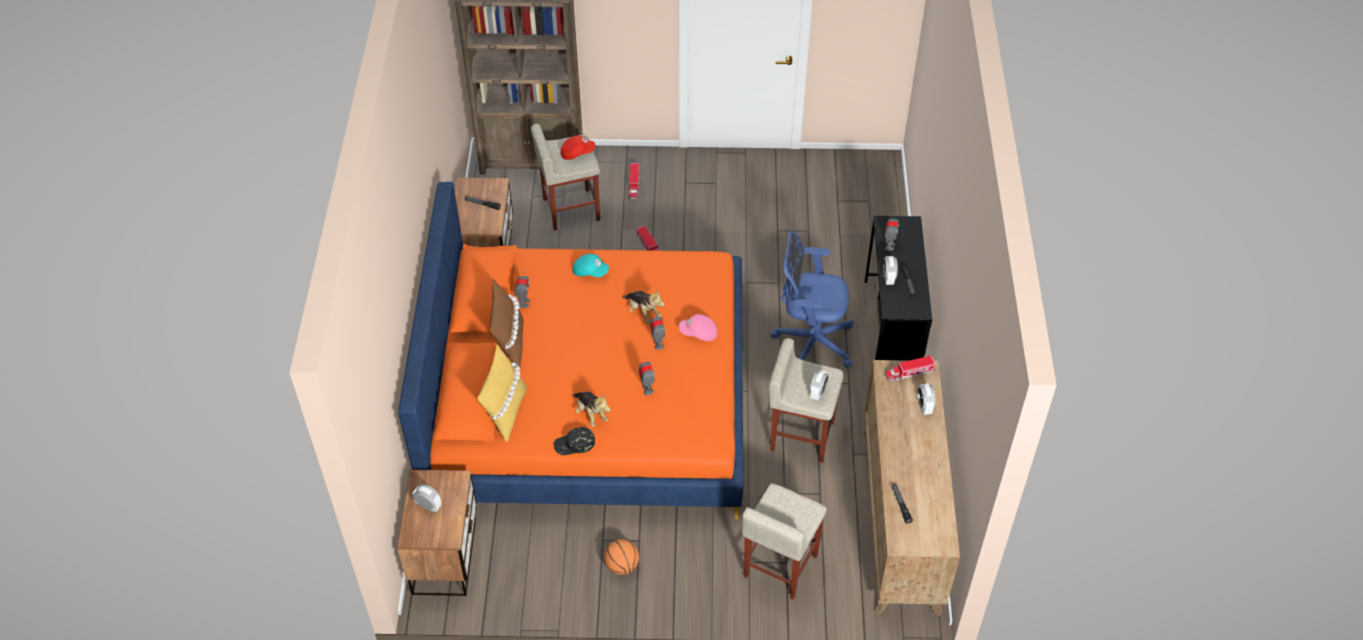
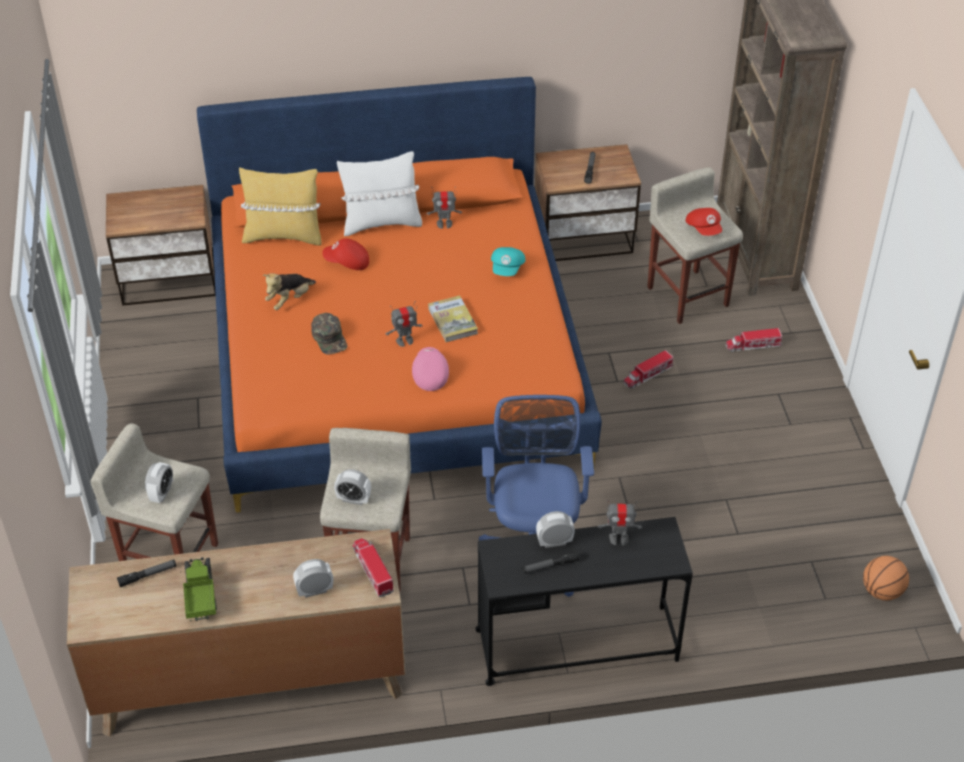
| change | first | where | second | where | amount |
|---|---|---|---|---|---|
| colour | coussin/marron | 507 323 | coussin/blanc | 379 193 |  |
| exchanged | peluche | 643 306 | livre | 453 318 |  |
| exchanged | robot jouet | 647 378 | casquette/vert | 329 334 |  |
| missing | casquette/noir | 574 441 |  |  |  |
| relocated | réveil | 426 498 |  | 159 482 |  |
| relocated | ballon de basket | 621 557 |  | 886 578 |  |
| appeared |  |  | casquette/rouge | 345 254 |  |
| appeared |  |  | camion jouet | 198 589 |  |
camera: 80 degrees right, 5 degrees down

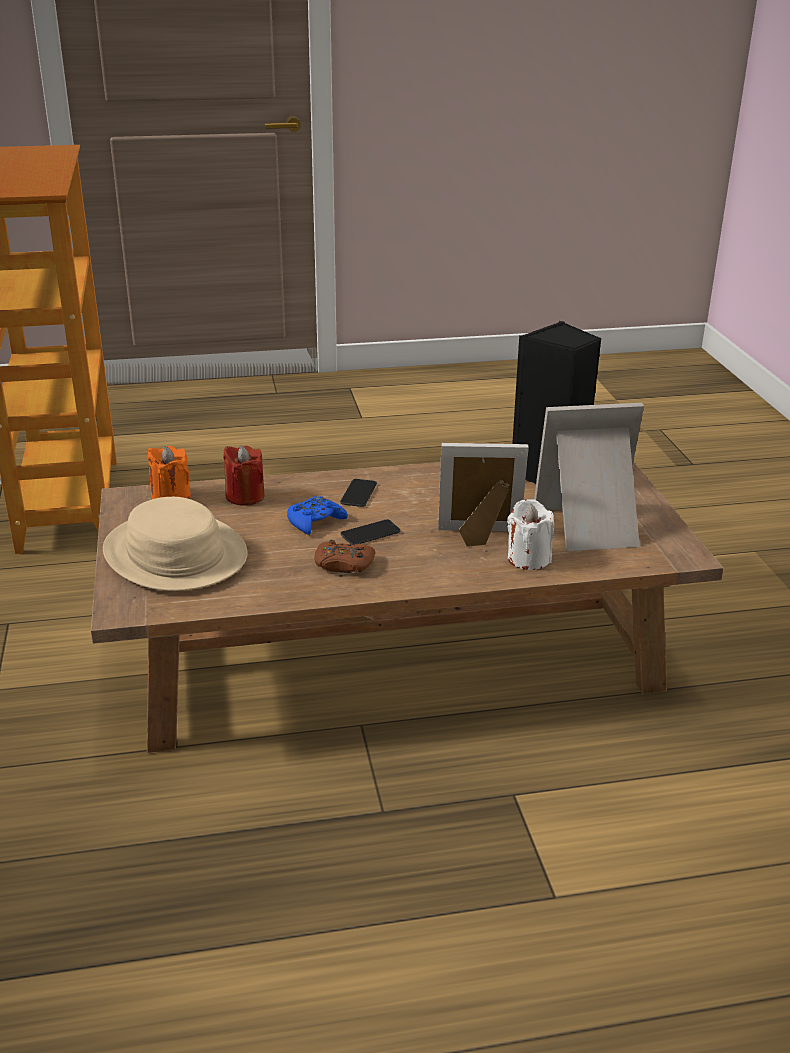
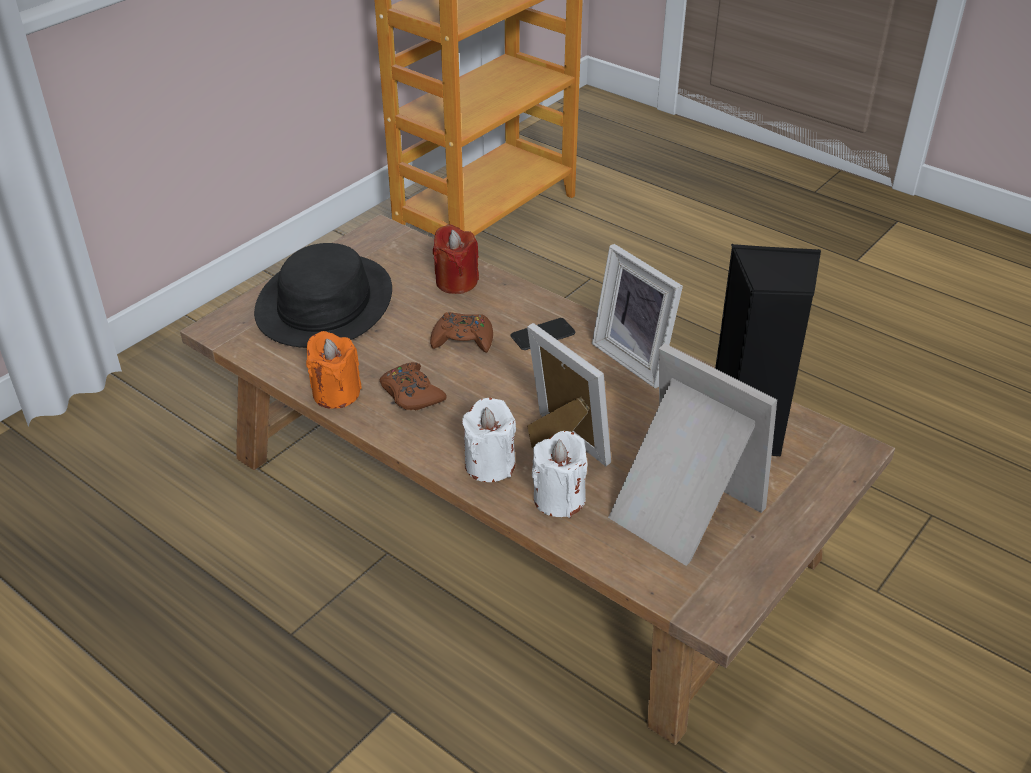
| change | first | where | second | where | amount |
|---|---|---|---|---|---|
| relocated | bougie/orange | 169 472 |  | 334 370 |  |
| colour | manette/bleu | 317 515 | manette/marron | 461 332 |  |
| colour | chapeau/beige | 175 544 | chapeau/noir | 323 295 |  |
| missing | téléphone | 370 532 |  |  |  |
| appeared |  |  | cadre photo | 637 316 |  |
| appeared |  |  | bougie/blanc | 489 440 |  |
camera: 50 degrees right, 10 degrees up

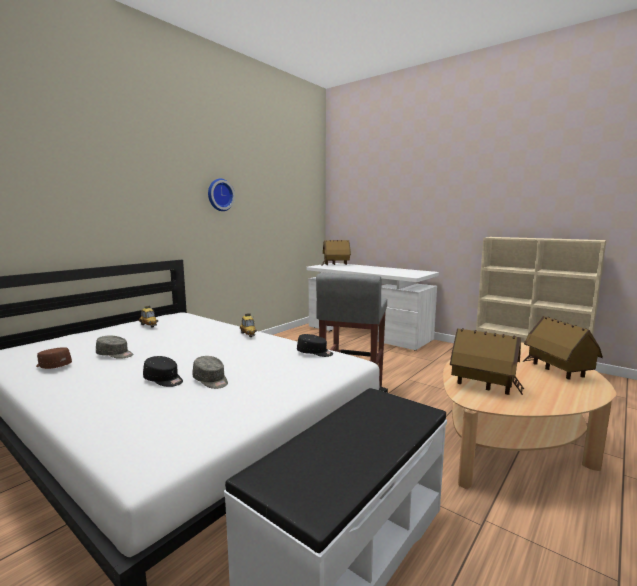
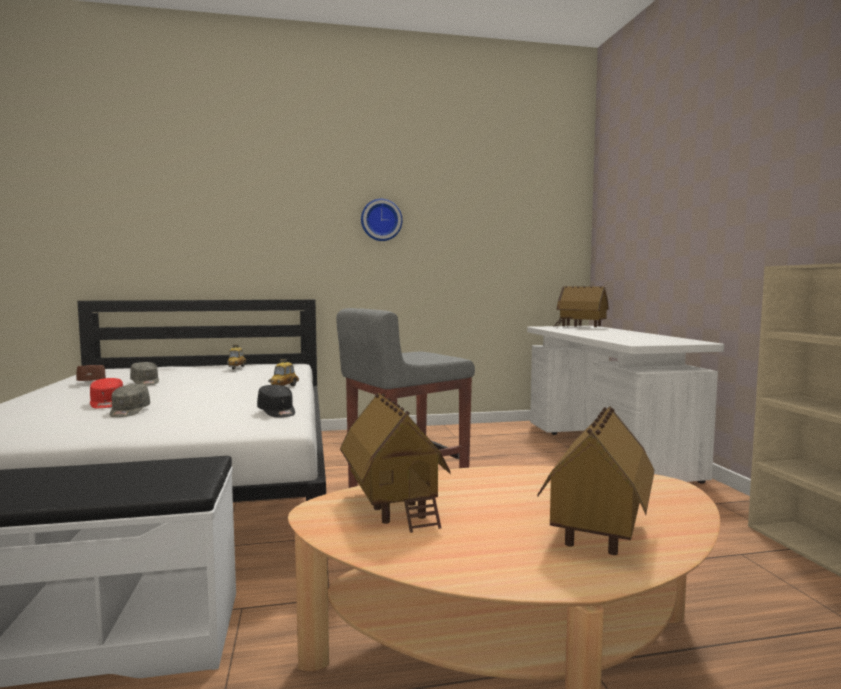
| change | first | where | second | where | amount |
|---|---|---|---|---|---|
| colour | casquette/noir | 163 371 | casquette/rouge | 106 393 |  |
camera: 40 degrees right, 5 degrees down

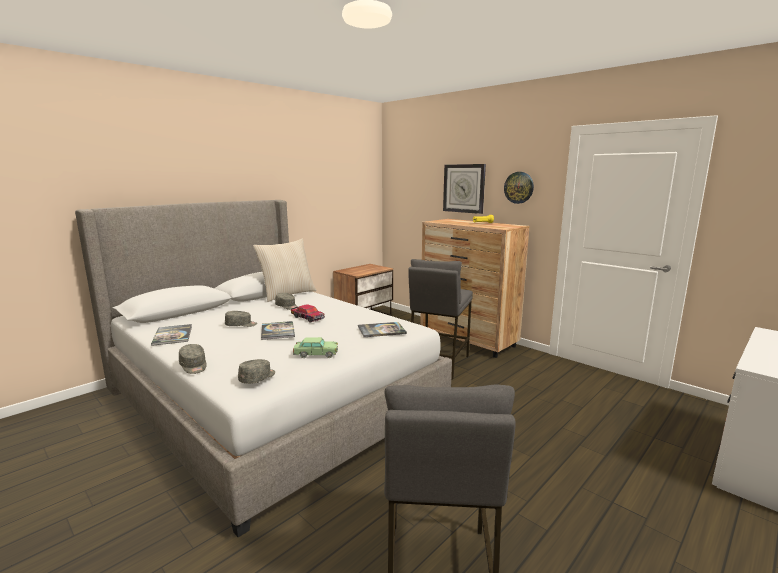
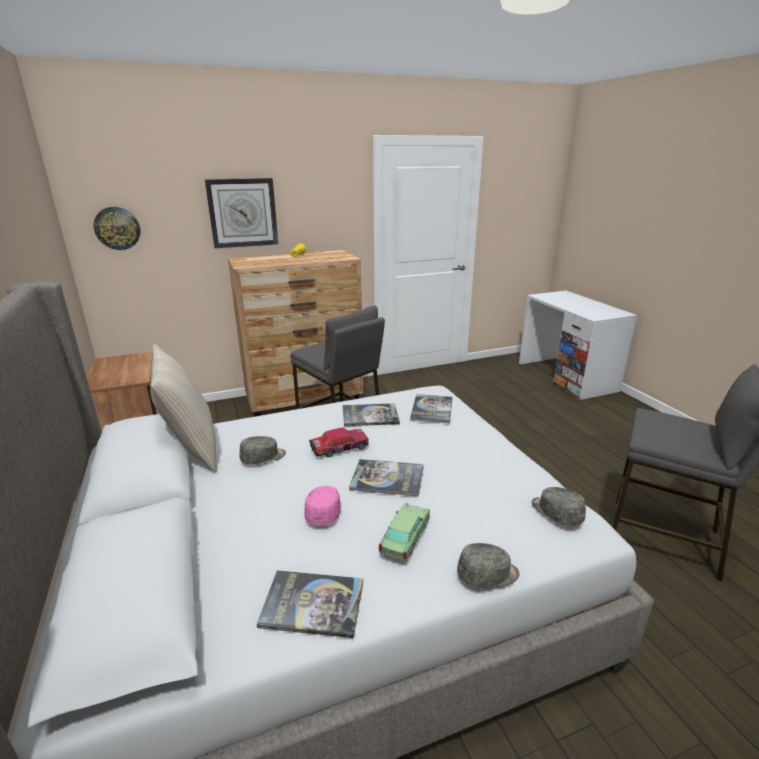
| change | first | where | second | where | amount |
|---|---|---|---|---|---|
| relocated | horloge murale | 519 188 |  | 116 228 |  |
| colour | casquette/gris | 241 319 | casquette/rose | 323 506 |  |
| relocated | petite voiture | 315 347 |  | 404 531 |  |
| appeared |  |  | livre | 371 414 |  |
camera: 65 degrees left, 10 degrees up

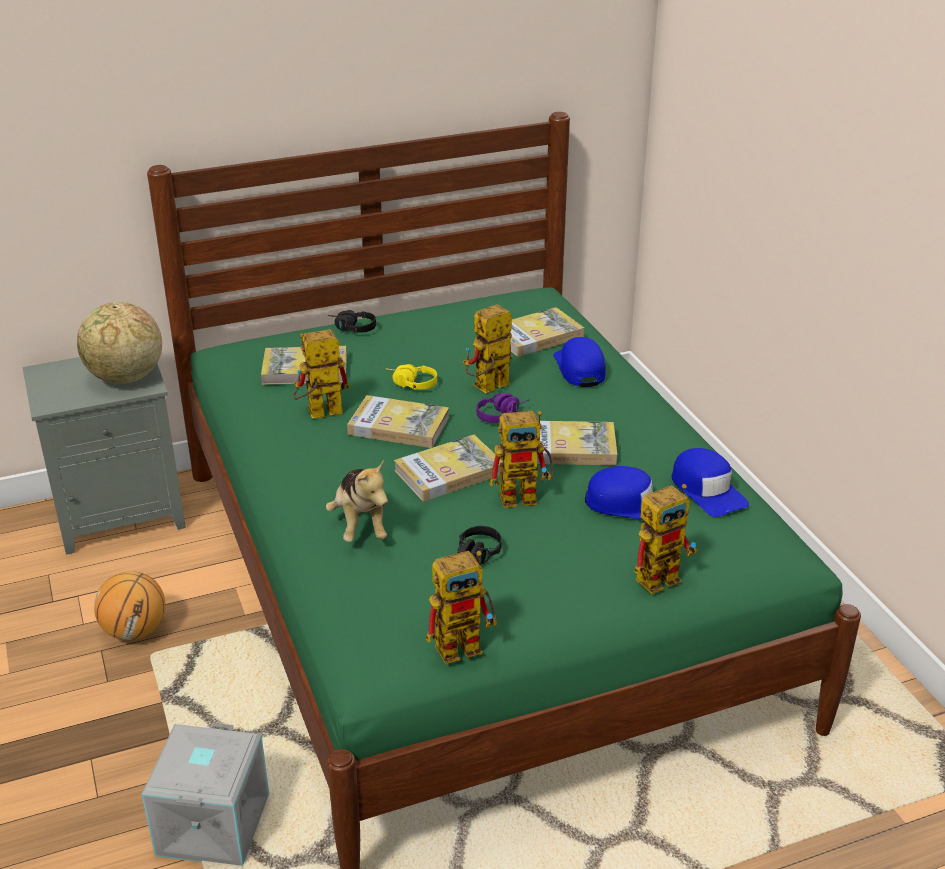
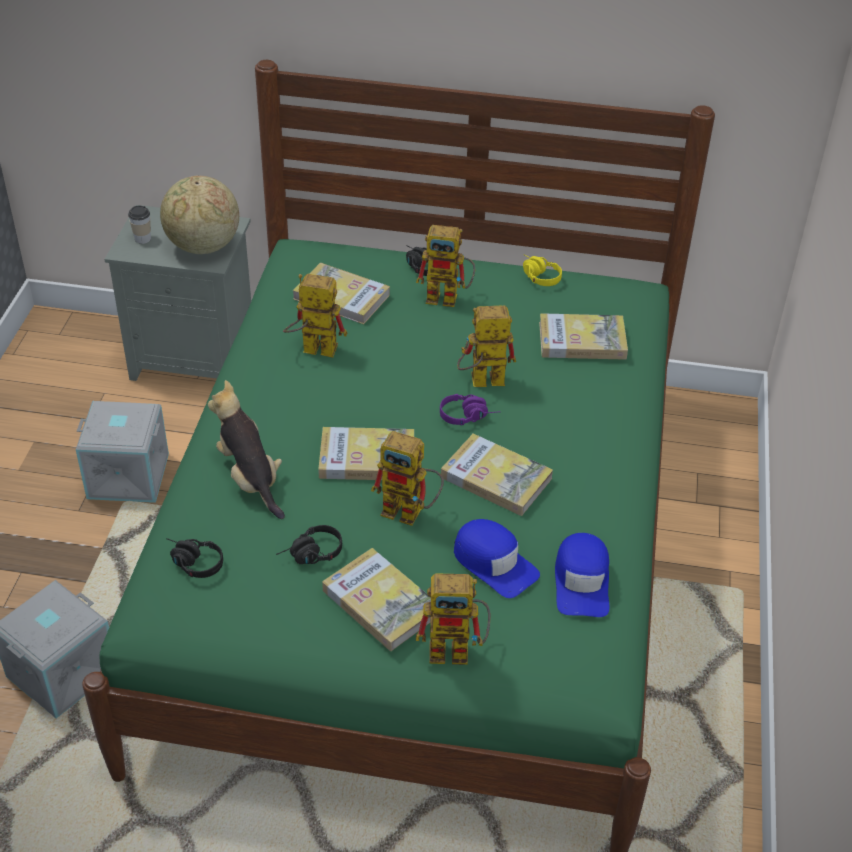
| change | first | where | second | where | amount |
|---|---|---|---|---|---|
| missing | casquette/bleu | 579 362 |  |  |  |
| relocated | casque audio/jaune | 412 377 |  | 542 270 |  |
| relocated | livre | 398 421 |  | 376 599 |  |
| spun | peluche | 357 501 |  | 246 449 | 135 degrees clockwise |
| relocated | robot jouet | 461 607 |  | 445 266 |  |
| exchanged | ballon de basket | 129 605 | boîte de rangement/gris | 122 452 |  |
| appeared |  |  | tasse | 139 225 |  |
| appeared |  |  | casque audio/noir | 194 558 |  |
camera: 30 degrees right, 10 degrees up

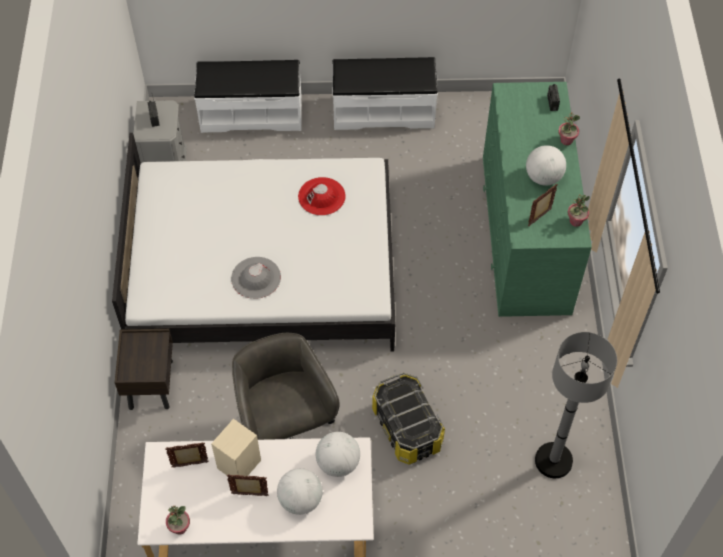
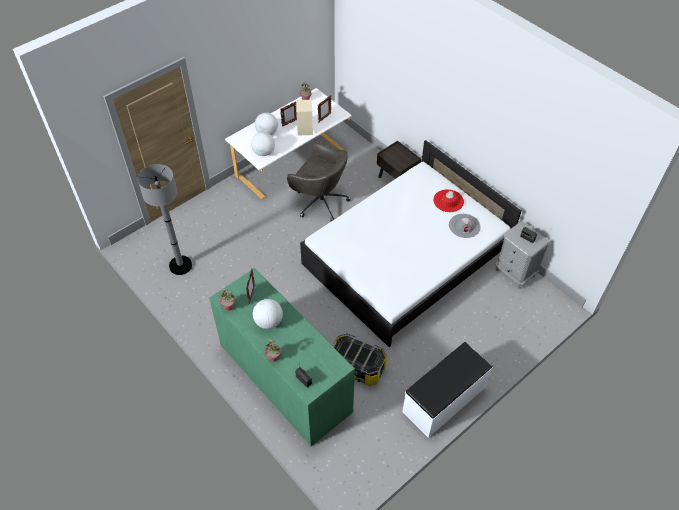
| change | first | where | second | where | amount |
|---|---|---|---|---|---|
| missing | banc/blanc | 248 96 |  |  |  |
| relocated | chapeau/rouge | 322 196 |  | 448 200 |  |
| relocated | chapeau/gris | 256 278 |  | 465 226 |  |
| relocated | boîte de rangement | 408 418 |  | 359 359 |  |
camera: 140 degrees right, 5 degrees down

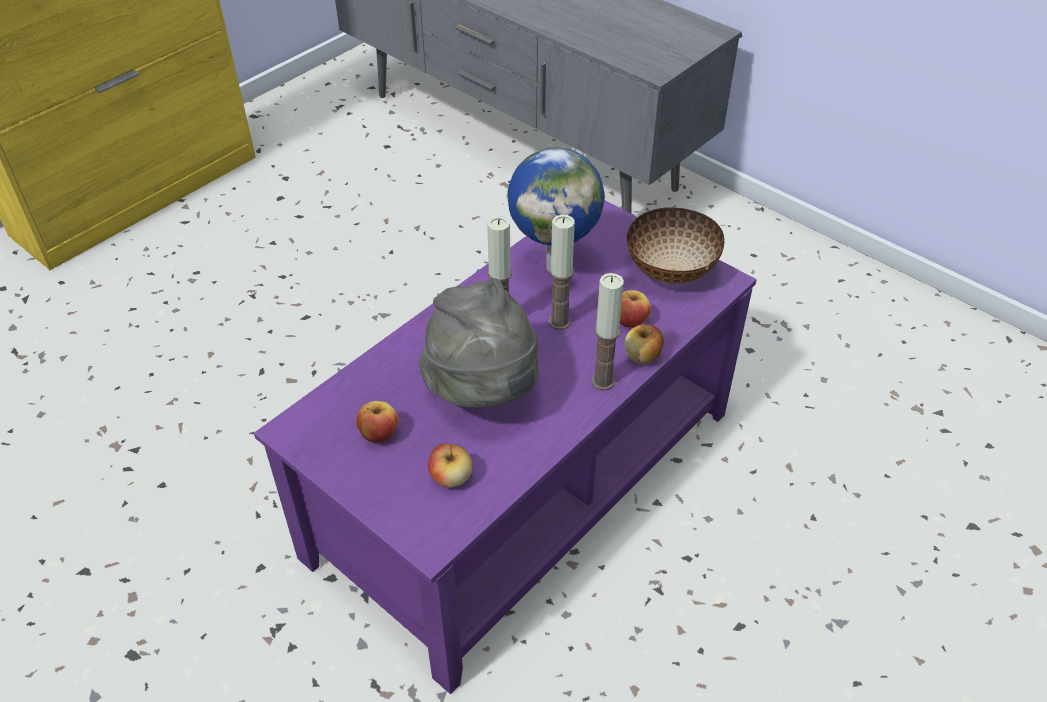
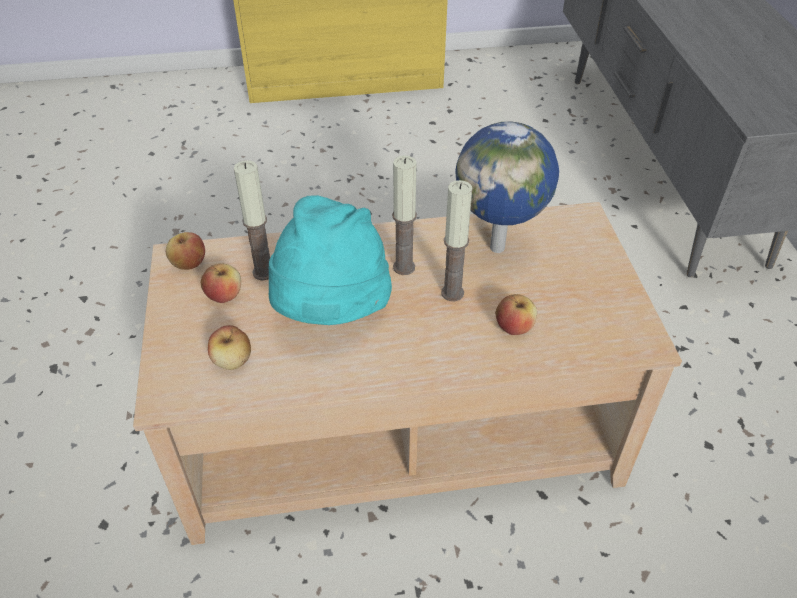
| change | first | where | second | where | amount |
|---|---|---|---|---|---|
| colour | table basse/violet | 505 447 | table basse/beige | 407 373 |  |
| missing | bol | 675 245 |  |  |  |
| relocated | bougie | 607 331 |  | 252 221 |  |
| colour | chapeau/gris | 479 343 | chapeau/turquoise | 330 260 |  |
| relocated | pomme | 644 344 |  | 185 251 |  |
camera: 40 degrees right, 0 degrees up

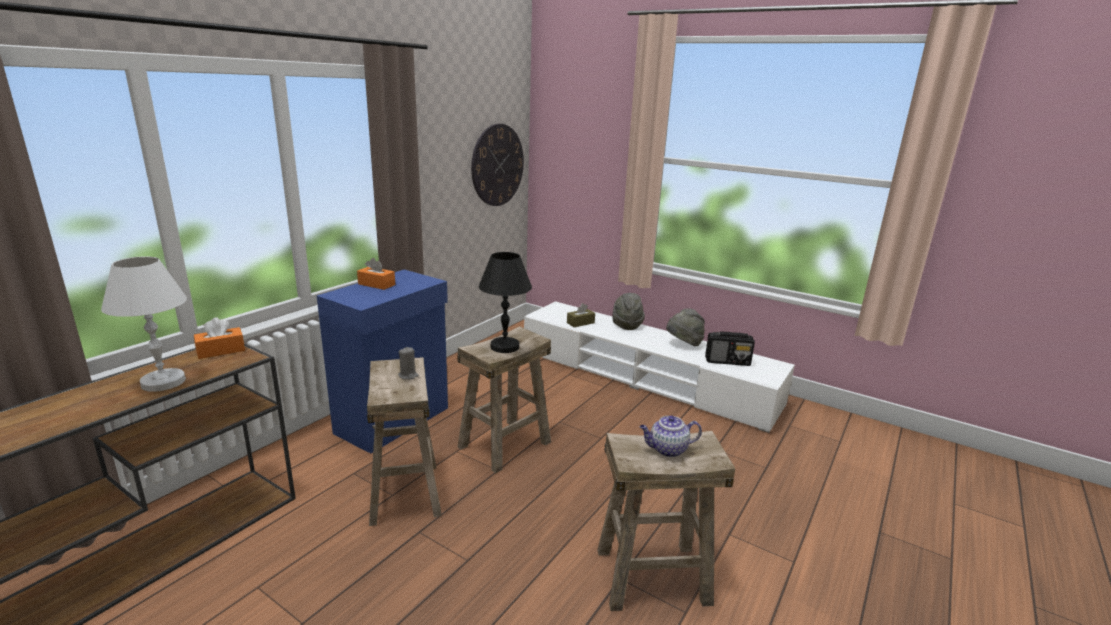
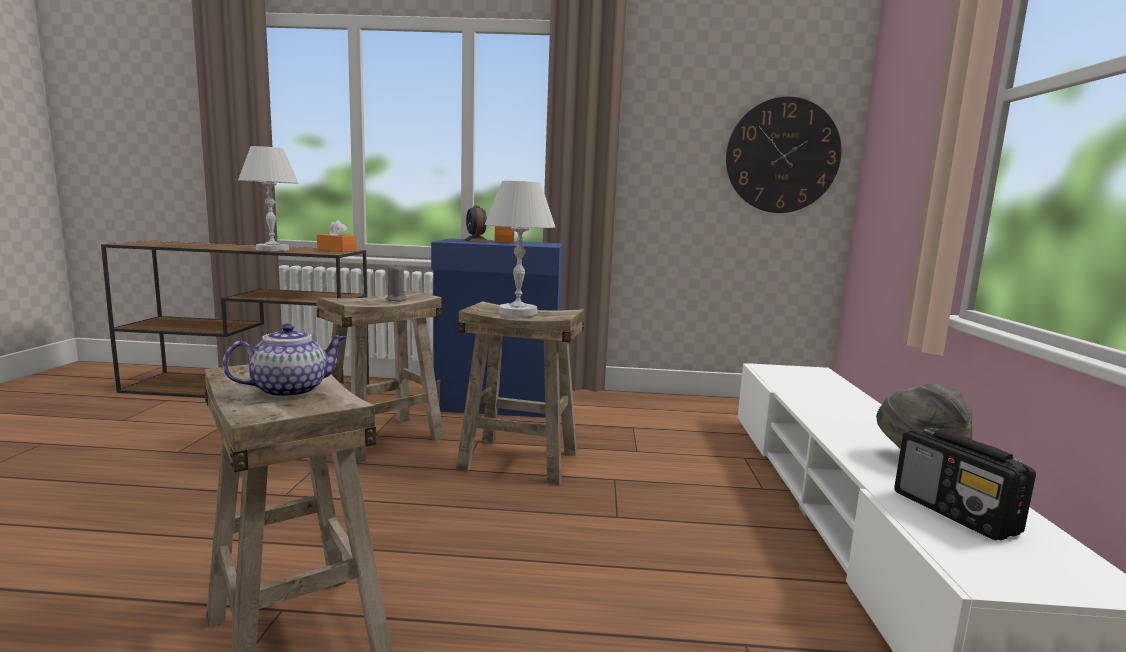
| change | first | where | second | where | amount |
|---|---|---|---|---|---|
| colour | lampe de table/noir | 505 302 | lampe de table/blanc | 520 248 |  |
| missing | chapeau/gris | 628 311 |  |  |  |
| missing | boîte à mouchoirs/marron | 581 315 |  |  |  |
| spun | théière | 671 436 |  | 284 361 | 90 degrees clockwise |
| appeared |  |  | réveil | 476 223 |  |
camera: 60 degrees right, 10 degrees down

